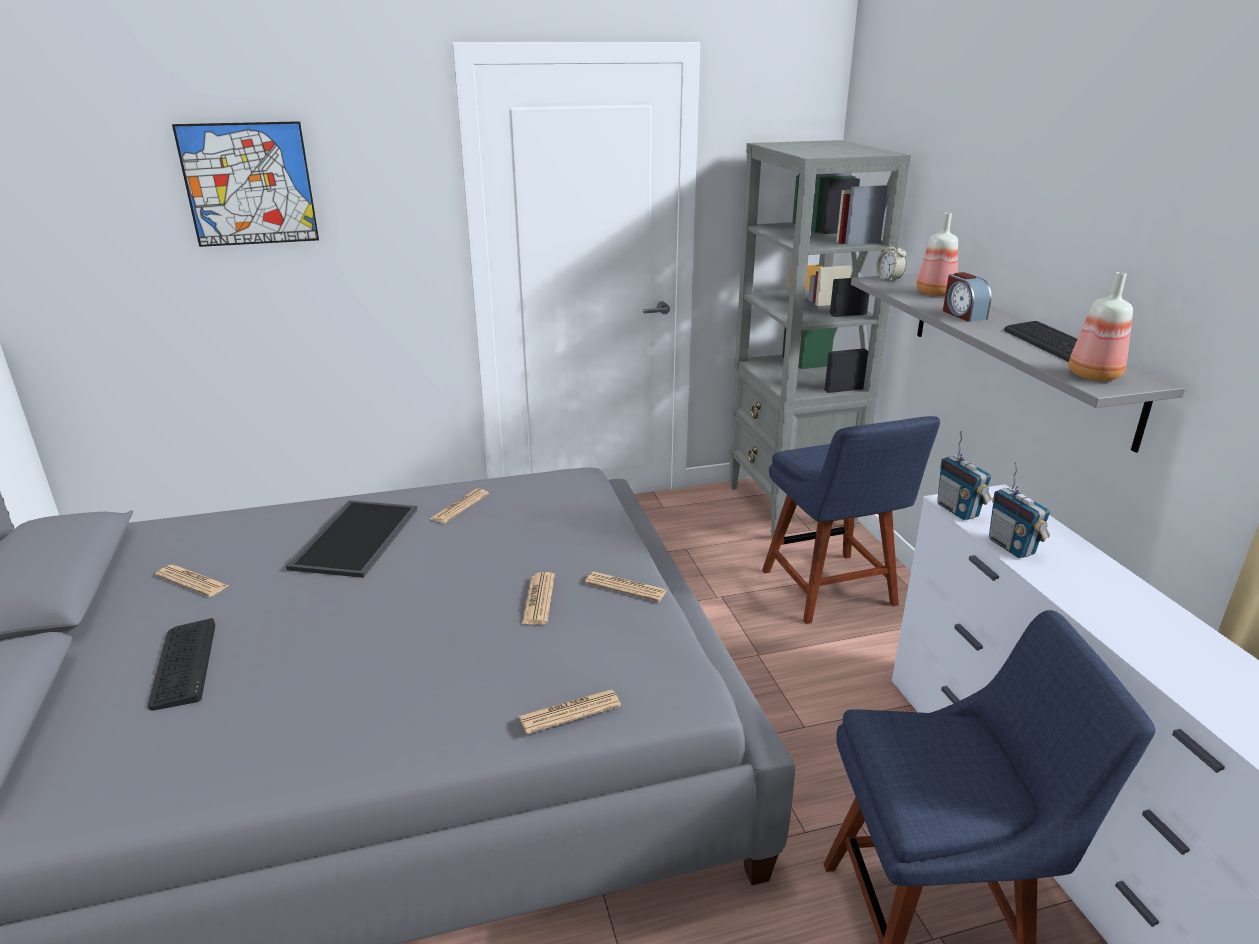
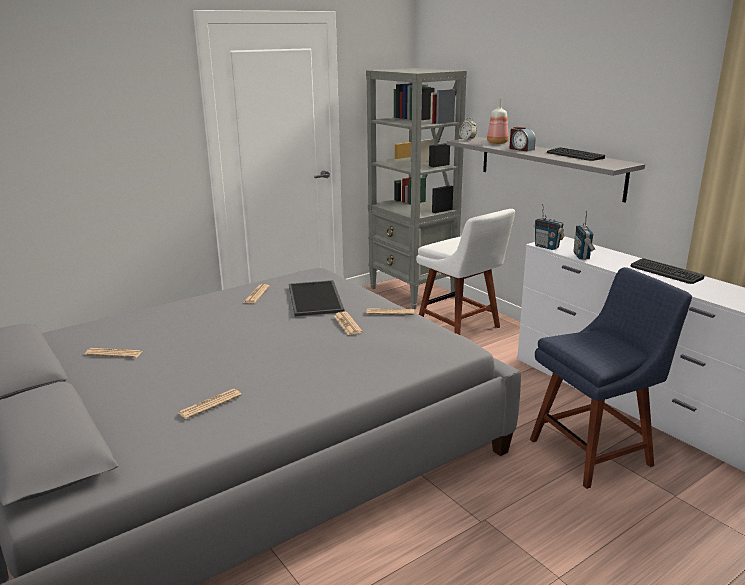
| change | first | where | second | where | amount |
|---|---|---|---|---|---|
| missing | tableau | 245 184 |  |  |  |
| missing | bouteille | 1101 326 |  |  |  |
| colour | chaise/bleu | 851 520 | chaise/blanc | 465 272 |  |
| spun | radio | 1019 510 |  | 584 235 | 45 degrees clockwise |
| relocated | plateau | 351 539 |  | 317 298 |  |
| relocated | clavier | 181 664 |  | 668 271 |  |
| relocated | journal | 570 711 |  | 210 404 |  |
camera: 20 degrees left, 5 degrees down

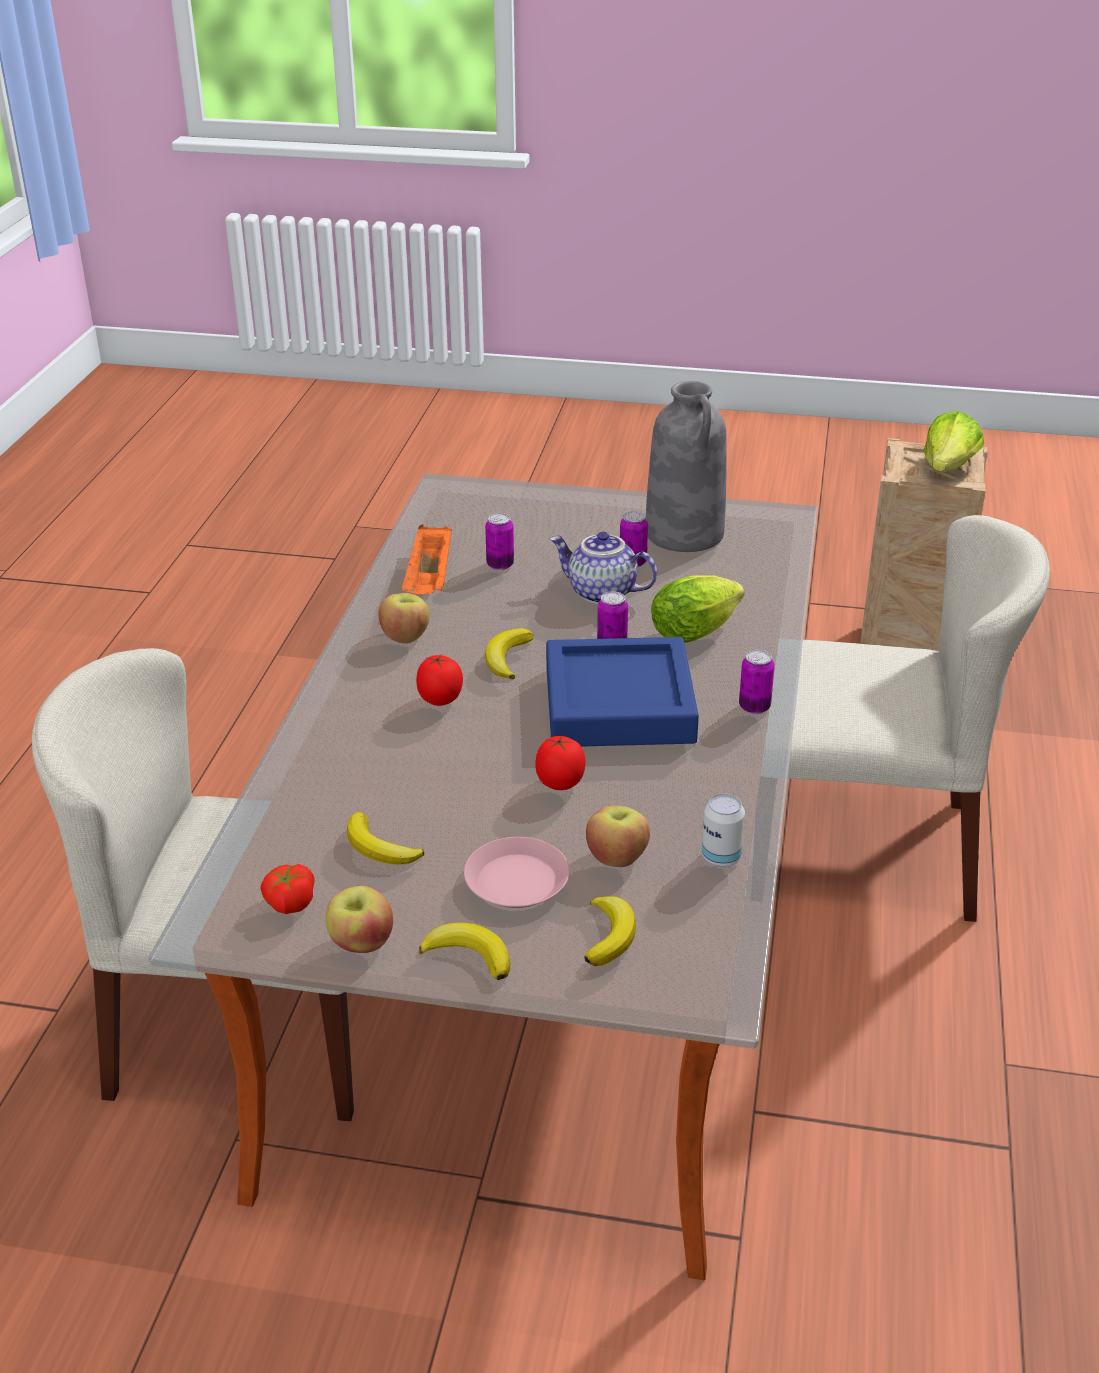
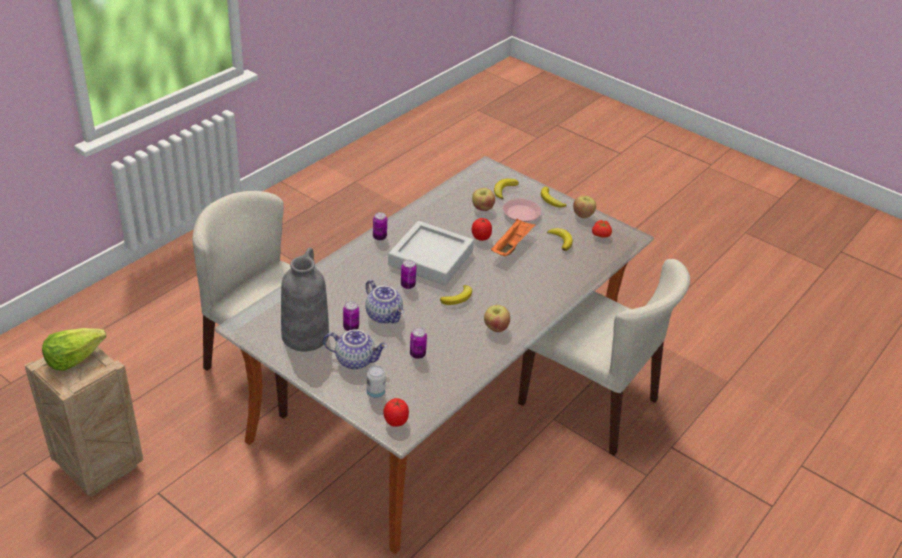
| change | first | where | second | where | amount |
|---|---|---|---|---|---|
| relocated | plateau/orange | 427 559 |  | 513 238 |  |
| missing | laitue | 697 609 |  |  |  |
| colour | plateau/bleu | 622 692 | plateau/gris | 431 253 |  |
| relocated | tomate | 439 680 |  | 396 412 |  |
| relocated | boîte métallique | 723 830 |  | 376 382 |  |
| appeared |  |  | théière | 355 349 |  |
camera: 155 degrees left, 5 degrees up

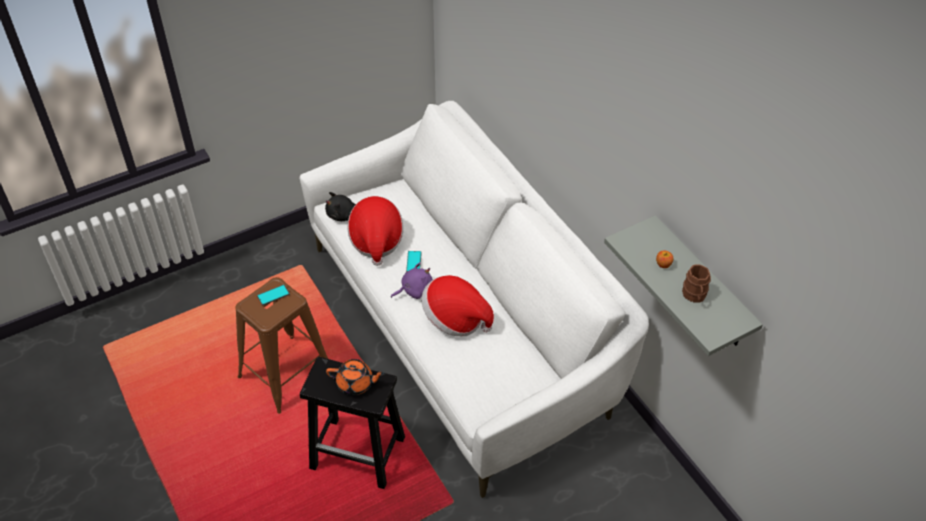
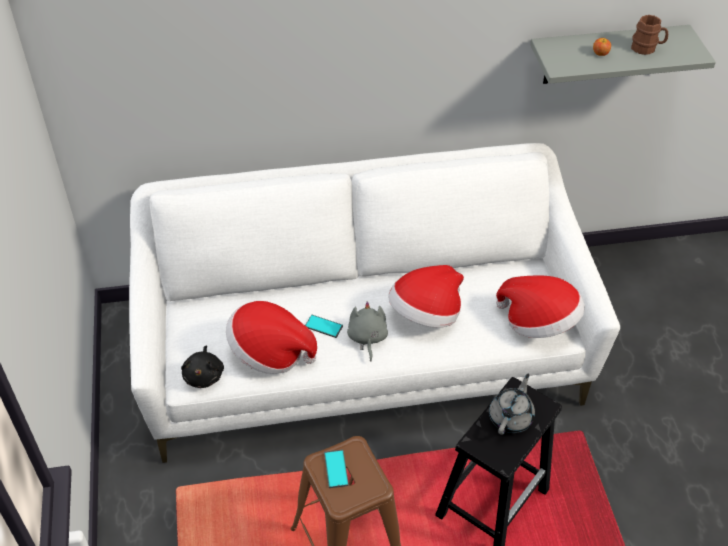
| change | first | where | second | where | amount |
|---|---|---|---|---|---|
| colour | peluche/violet | 412 280 | peluche/gris | 367 331 |  |
| colour | théière/orange | 355 377 | théière/gris | 512 404 |  |
| appeared |  |  | chapeau | 540 306 |  |
camera: 70 degrees left, 0 degrees up

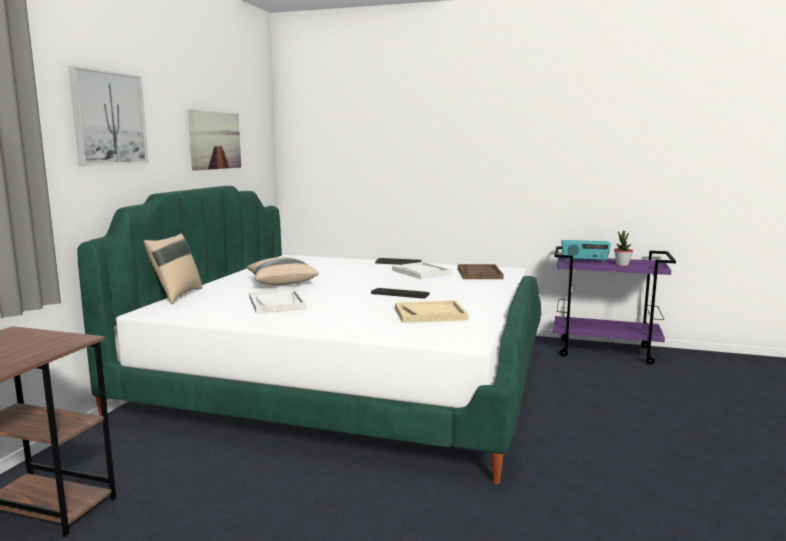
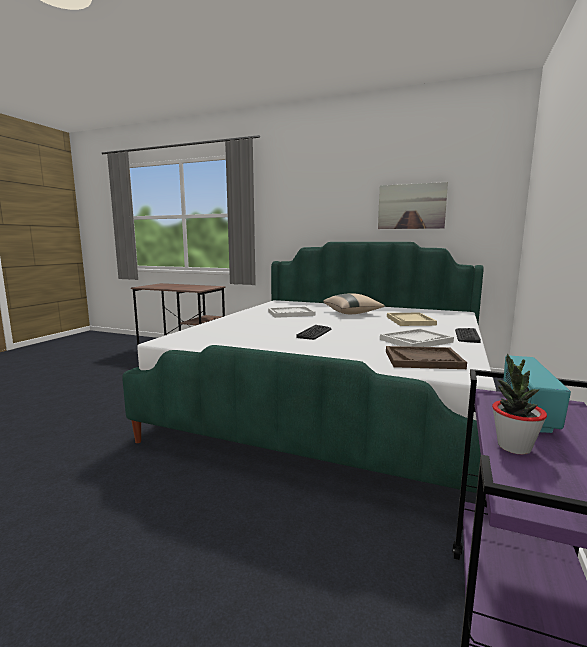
| change | first | where | second | where | amount |
|---|---|---|---|---|---|
| missing | tableau | 108 116 |  |  |  |
| missing | coussin/beige | 172 269 |  |  |  |
| relocated | plateau/beige | 432 311 |  | 412 319 |  |
camera: 95 degrees right, 0 degrees up

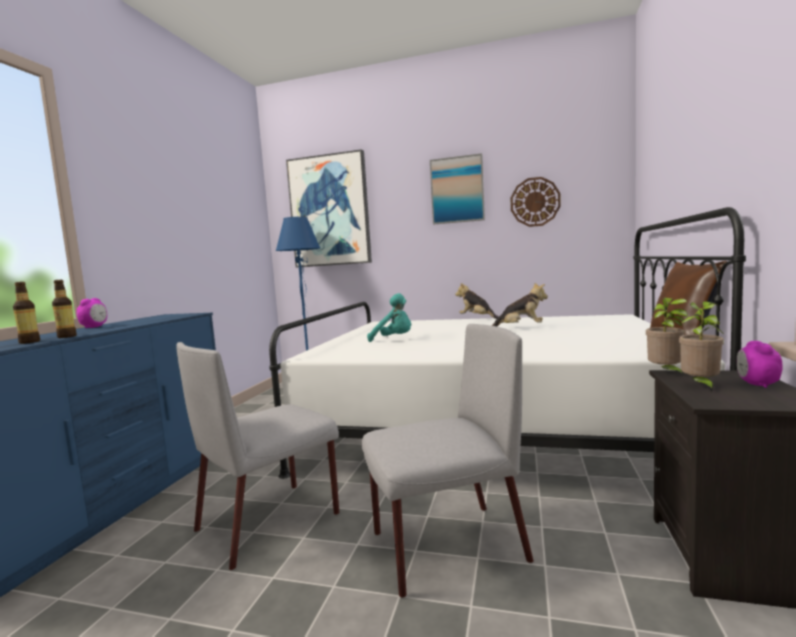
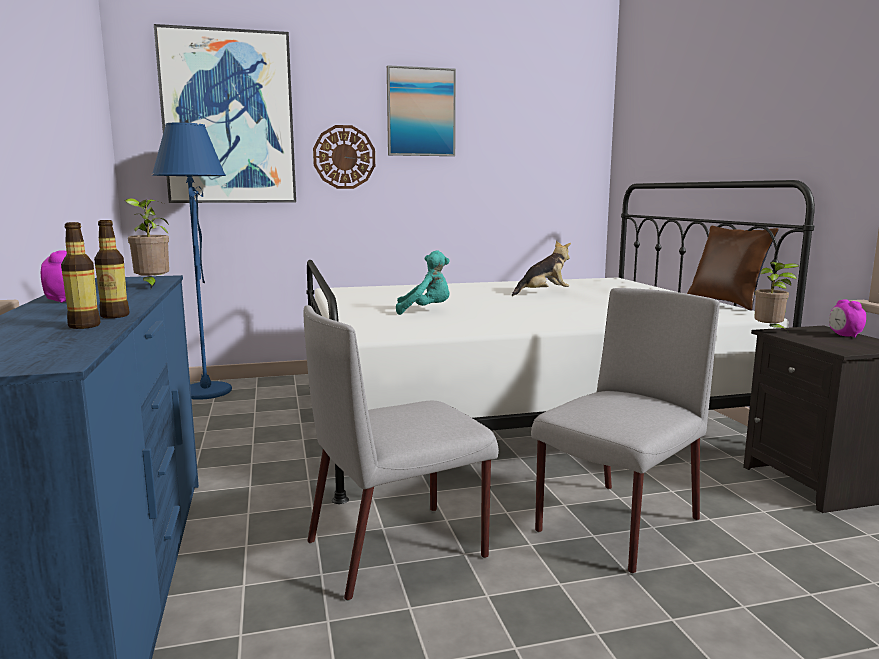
| change | first | where | second | where | amount |
|---|---|---|---|---|---|
| relocated | horloge murale | 535 202 |  | 344 157 |  |
| missing | peluche | 477 301 |  |  |  |
| relocated | plante en pot | 702 347 |  | 147 244 |  |
| spun | chaise/gris | 257 456 |  | 401 453 | 45 degrees clockwise |
camera: 30 degrees left, 5 degrees up

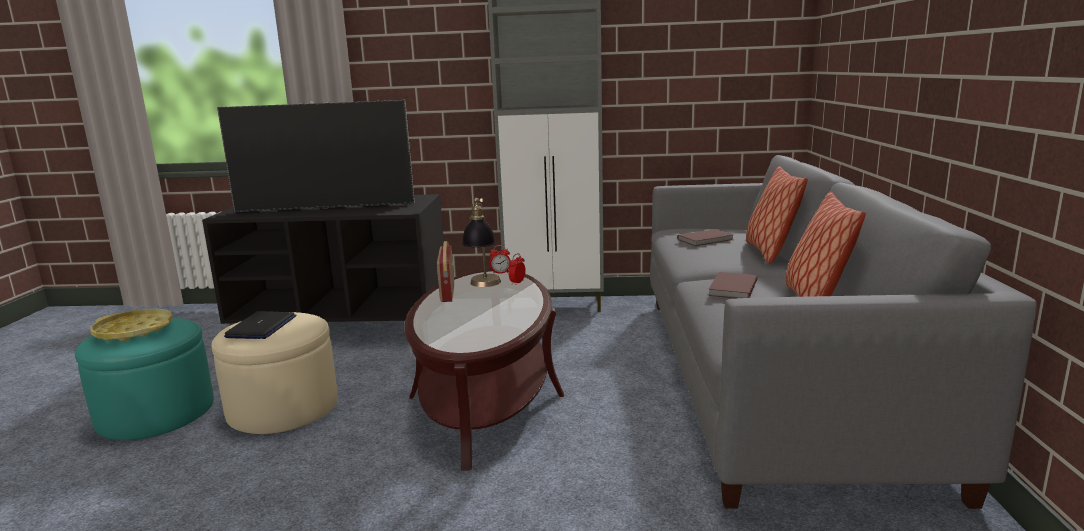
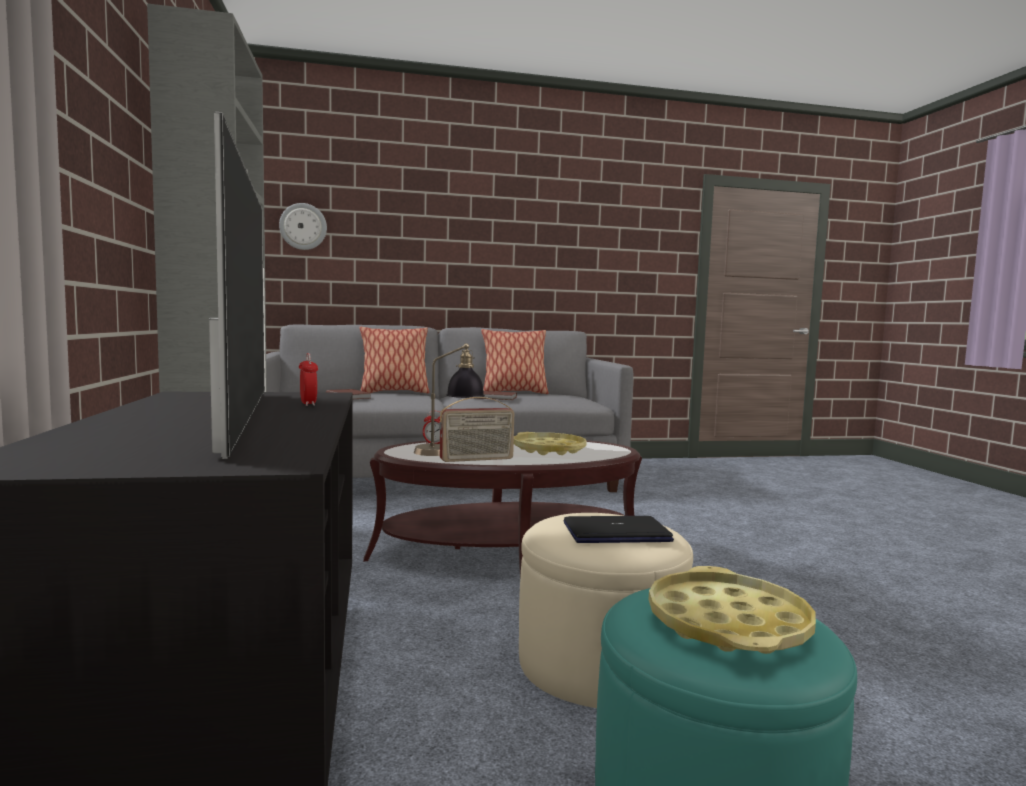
| change | first | where | second | where | amount |
|---|---|---|---|---|---|
| relocated | réveil | 500 259 |  | 308 379 |  |
| appeared |  |  | horloge murale | 303 226 |  |
| appeared |  |  | plateau/jaune | 550 443 |  |
camera: 105 degrees left, 10 degrees down

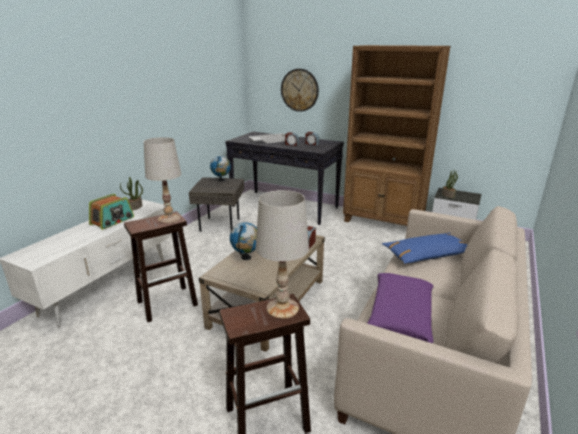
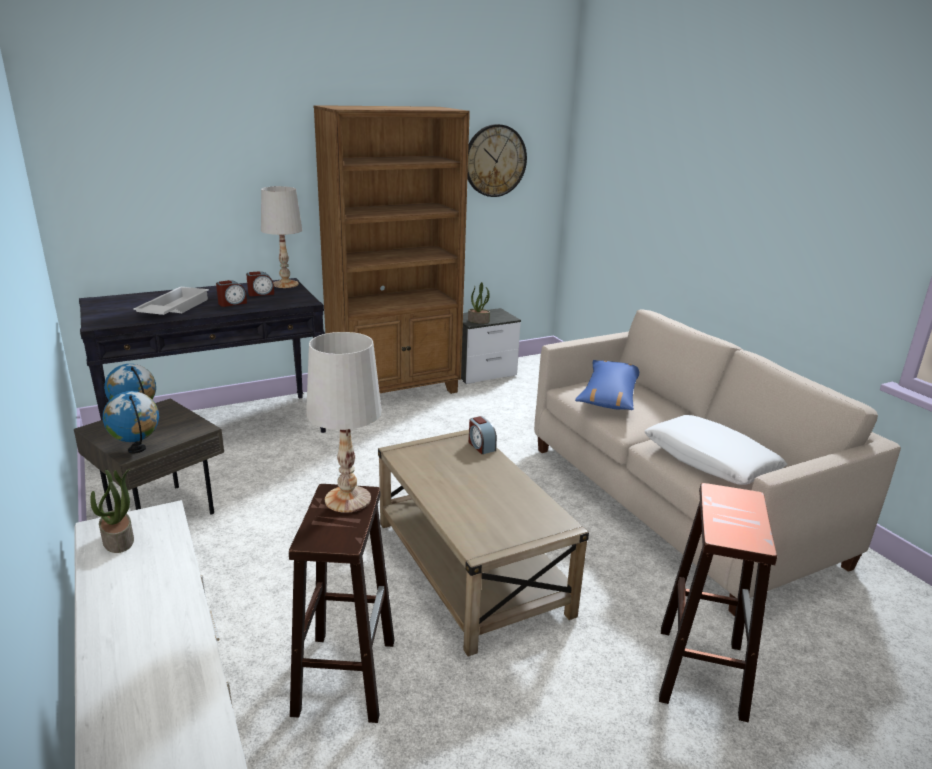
| change | first | where | second | where | amount |
|---|---|---|---|---|---|
| relocated | horloge murale | 300 90 |  | 497 160 |  |
| relocated | lampe de table/blanc | 282 254 |  | 281 237 |  |
| missing | radio | 111 212 |  |  |  |
| relocated | globe | 243 241 |  | 131 422 |  |
| colour | coussin/violet | 400 308 | coussin/blanc | 716 450 |  |
camera: 55 degrees left, 0 degrees up

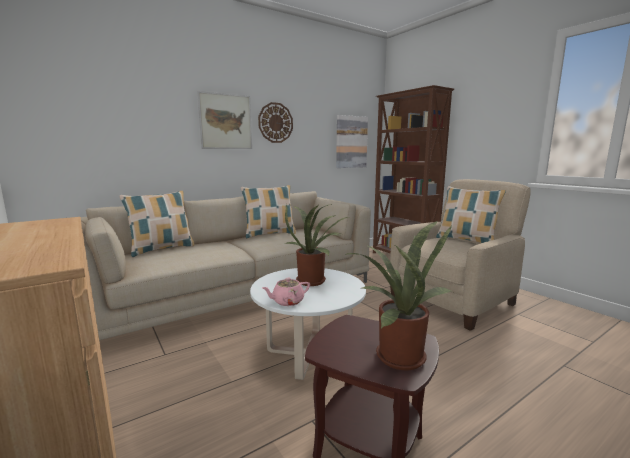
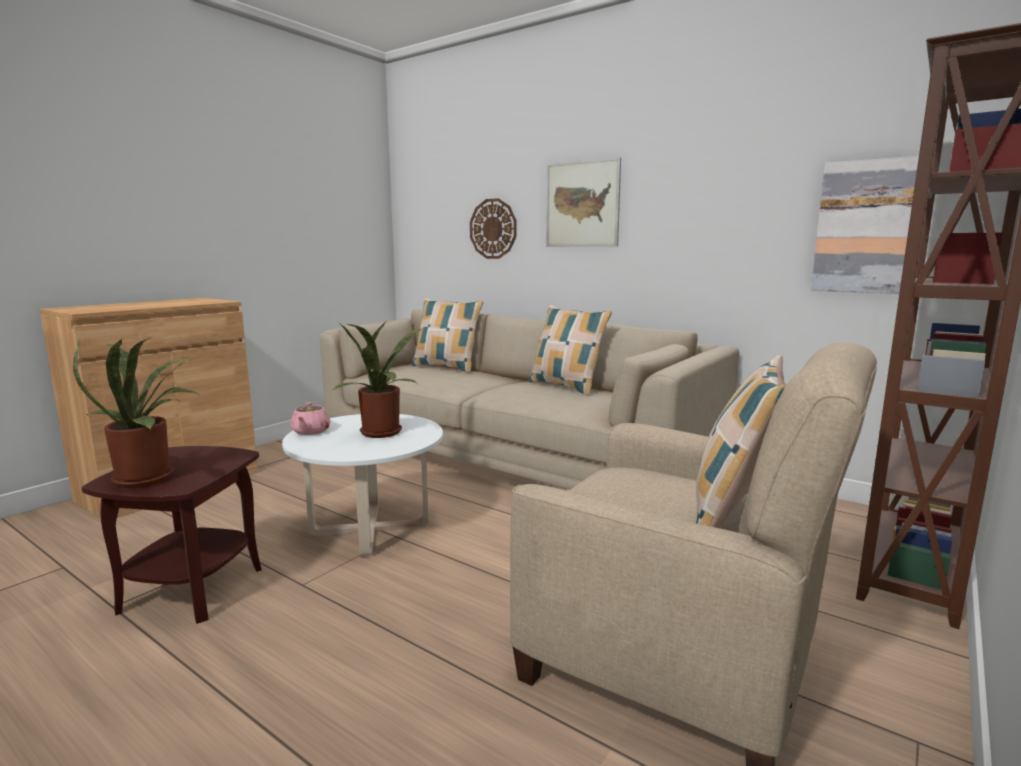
| change | first | where | second | where | amount |
|---|---|---|---|---|---|
| relocated | horloge murale | 275 122 |  | 493 228 |  |
| spun | théière/rose | 286 292 |  | 310 418 | 135 degrees counterclockwise |
camera: 70 degrees right, 0 degrees up

